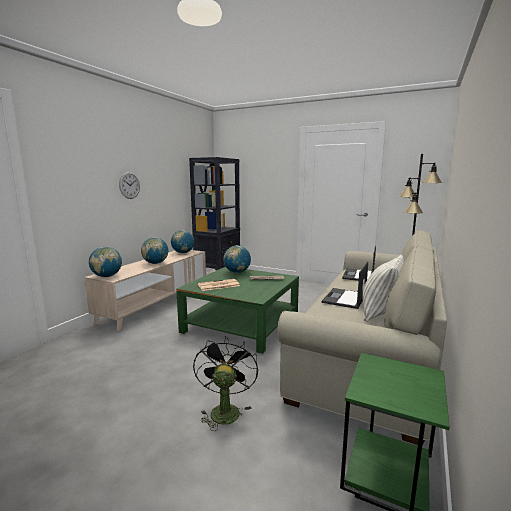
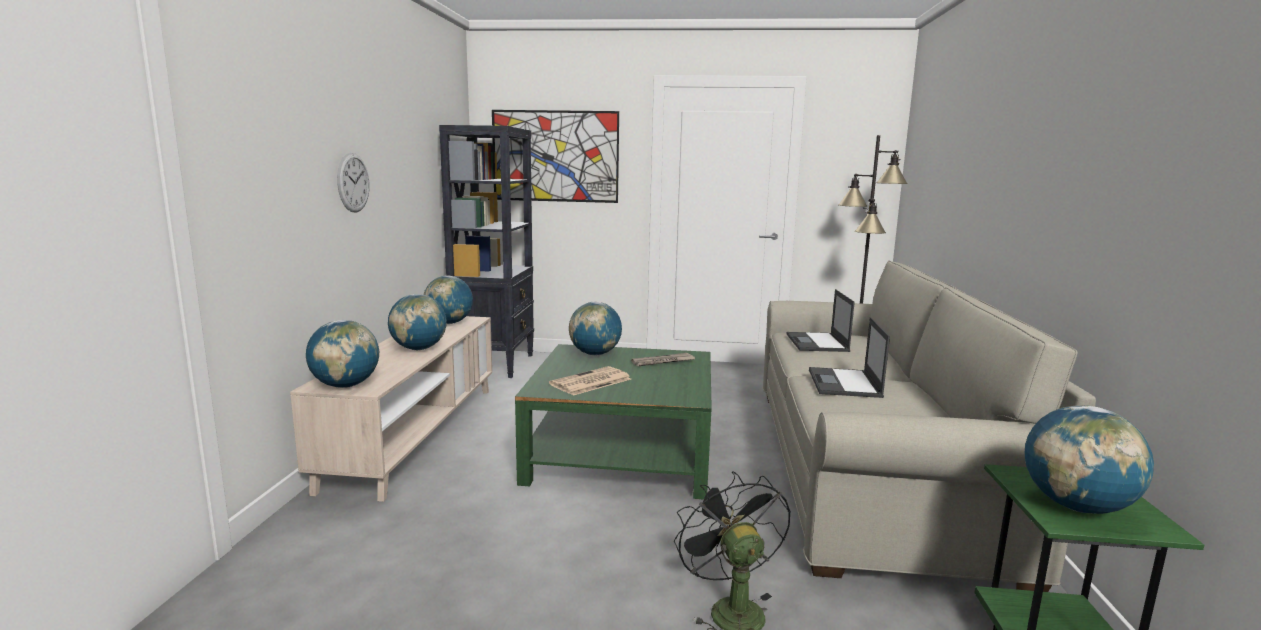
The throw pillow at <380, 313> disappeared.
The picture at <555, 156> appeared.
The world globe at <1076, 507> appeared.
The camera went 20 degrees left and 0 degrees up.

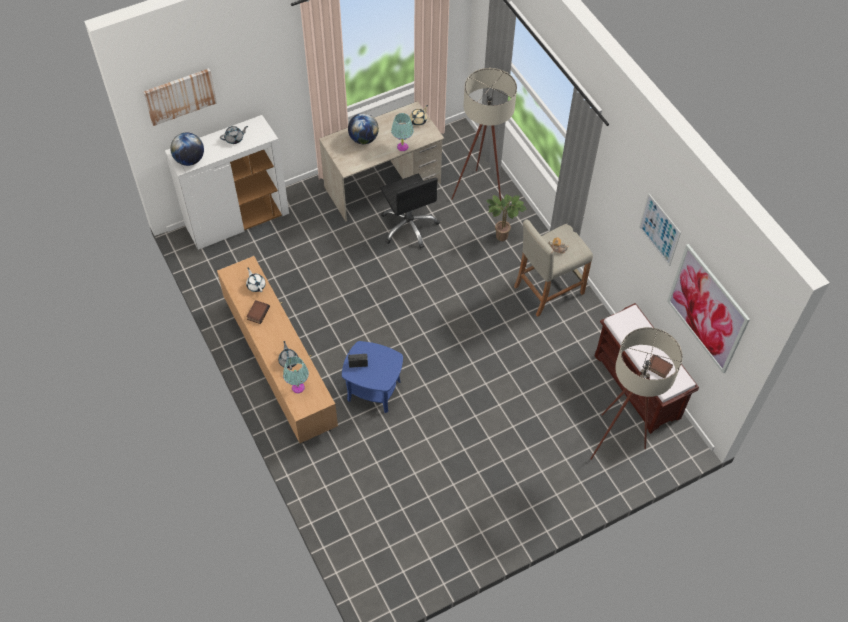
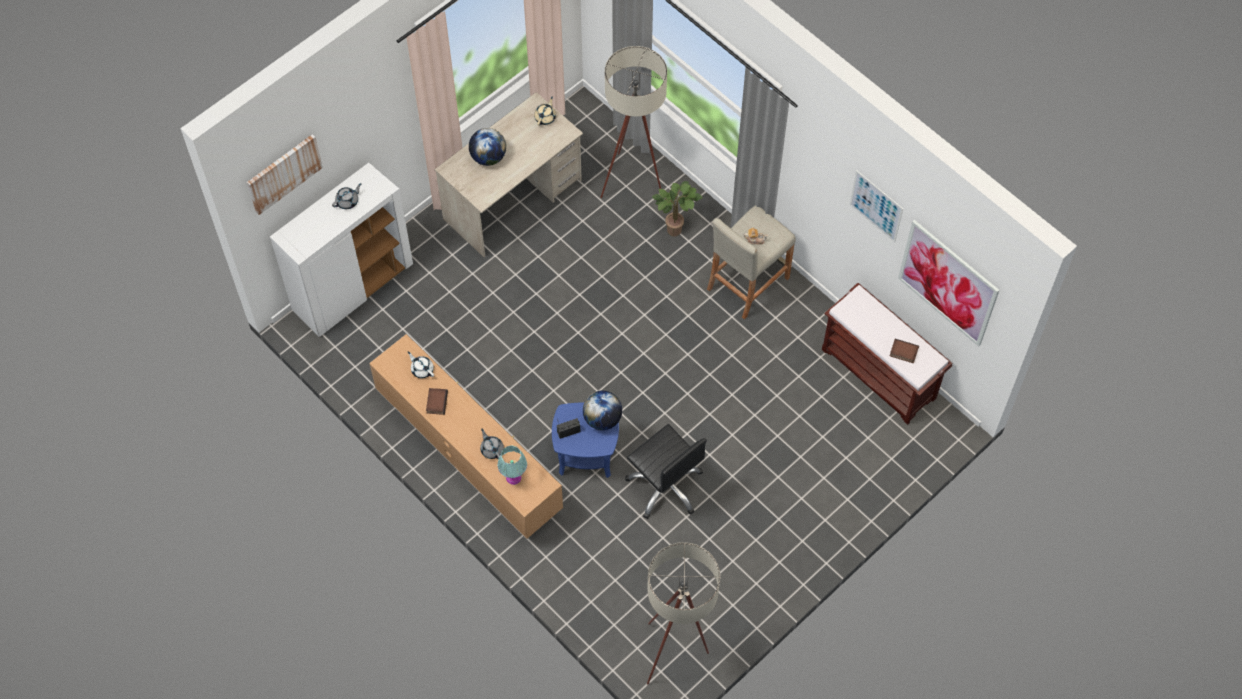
The table lamp (turquoise-coloured) at <402, 146> disappeared.
The world globe moved from <190, 160> to <602, 419>.
The computer chair (blackish) moved from <409, 226> to <665, 486>.
The floor lamp (sand-coloured) moved from <619, 443> to <676, 654>.
The camera went 15 degrees left and 5 degrees up.

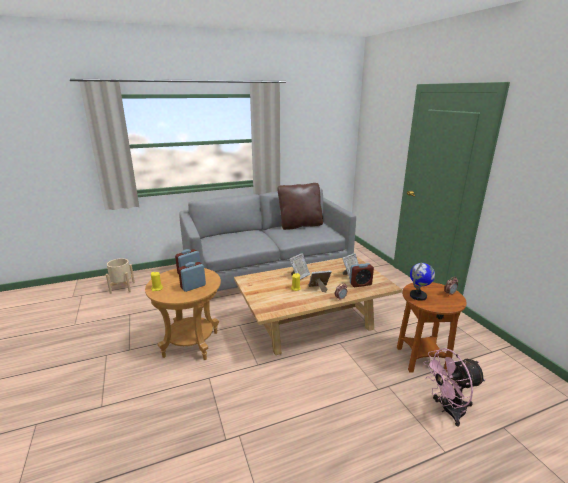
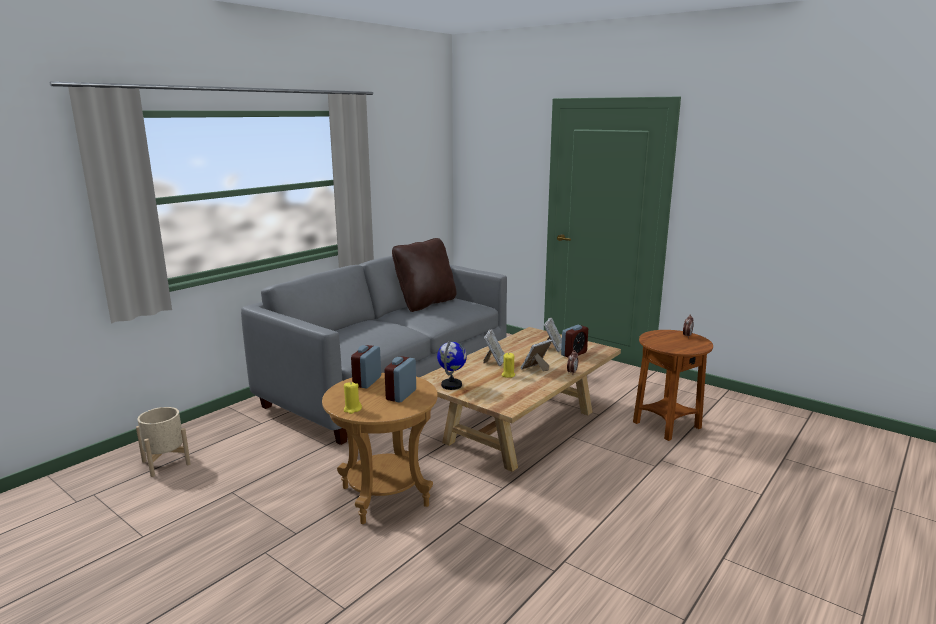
The cooling fan (pinkish) at <447, 410> disappeared.
The world globe moved from <418, 296> to <452, 385>.
The camera went 30 degrees left and 5 degrees down.

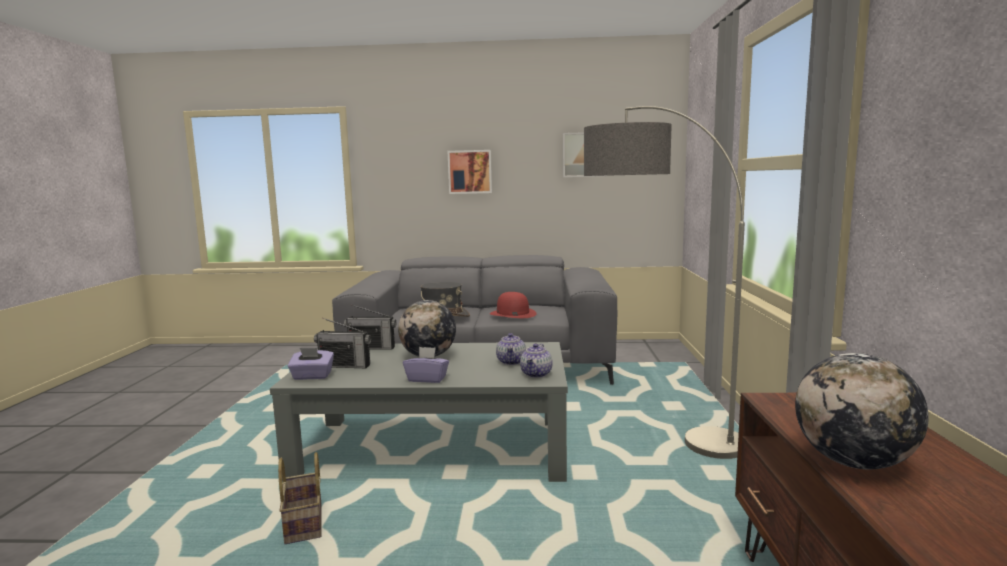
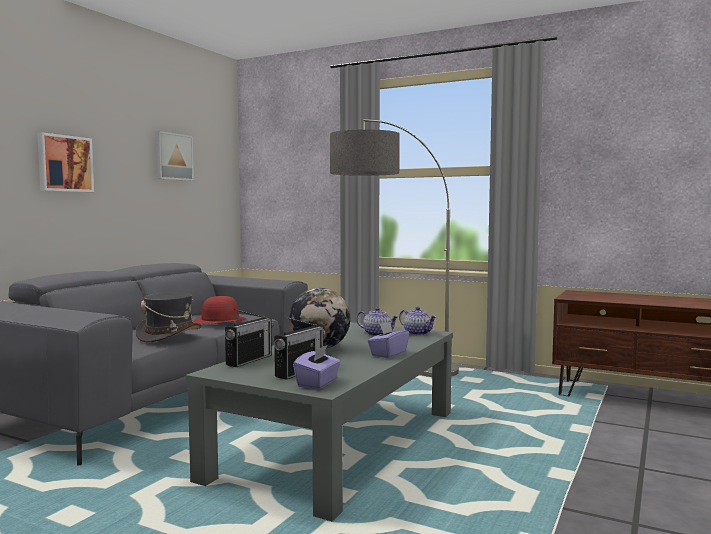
The storage basket at <305, 525> disappeared.
The world globe at <853, 462> disappeared.
The camera went 65 degrees left and 5 degrees down.

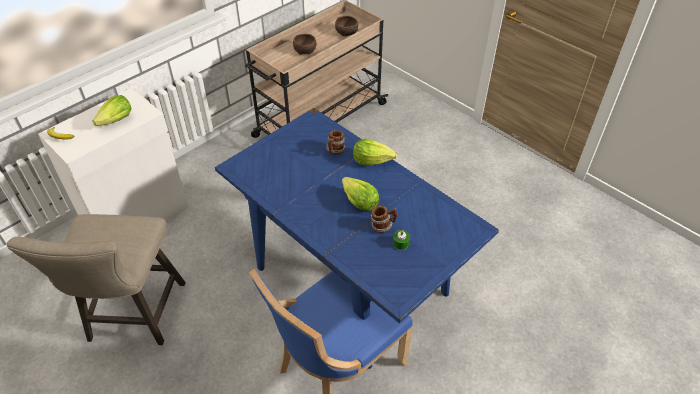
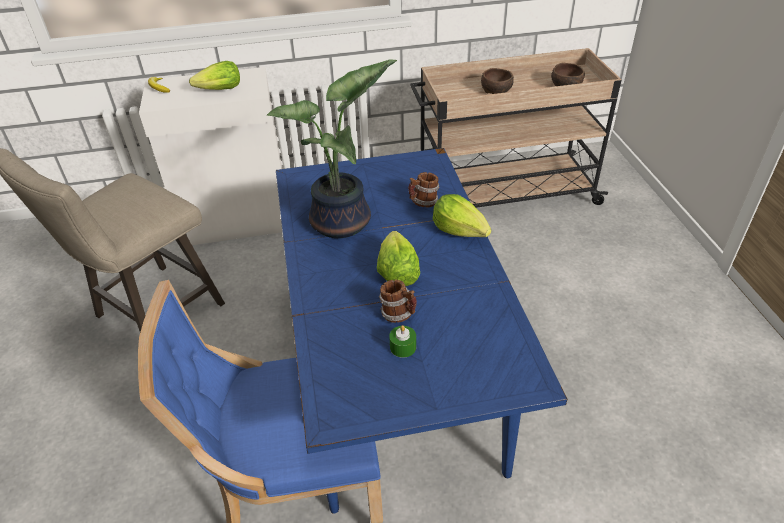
The plant in a pot at <344, 223> appeared.
The camera went 35 degrees right and 5 degrees down.

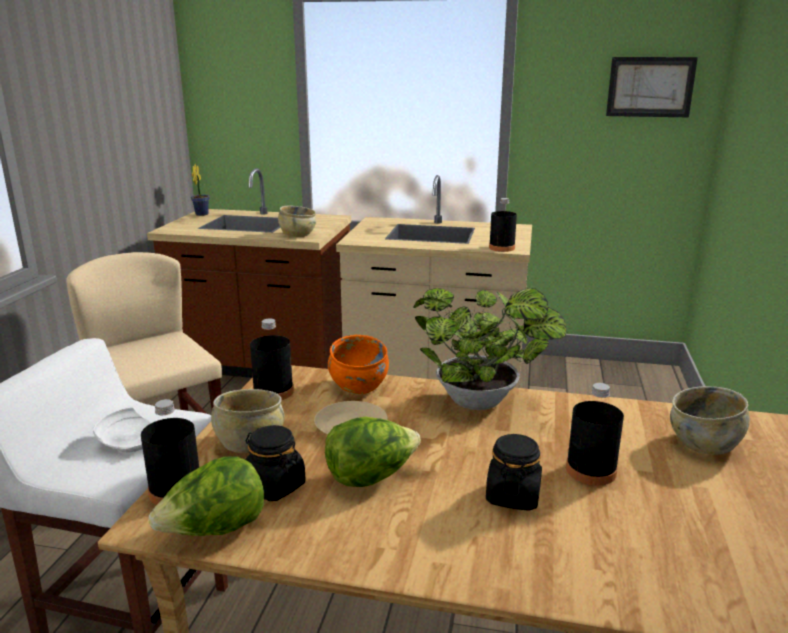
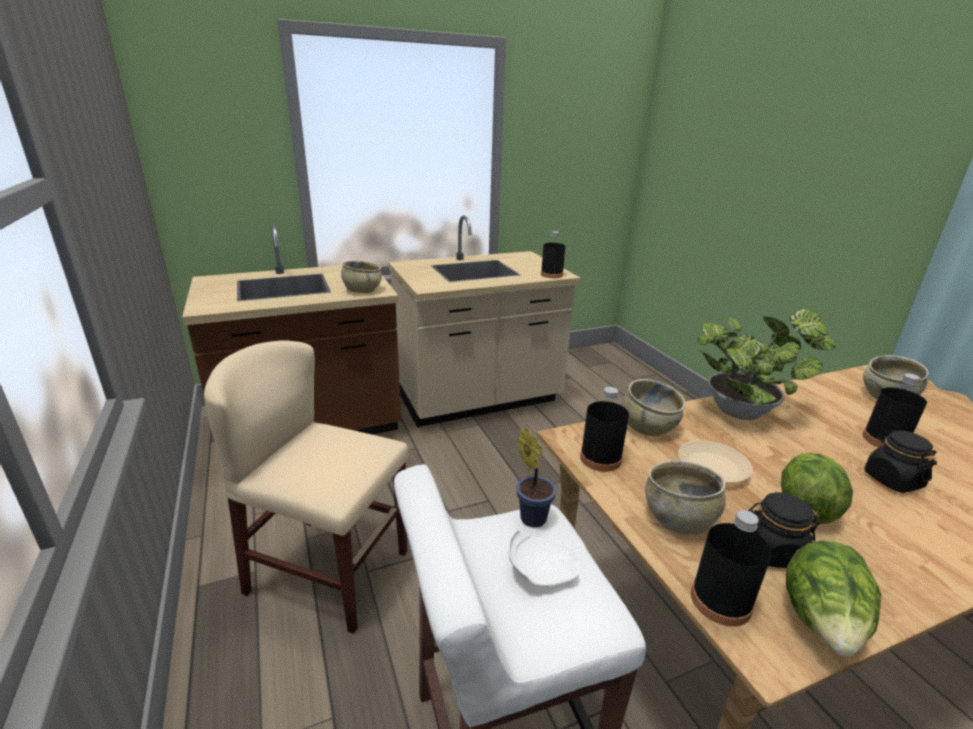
The picture at <650, 87> disappeared.
The plant in a pot moved from <202, 214> to <531, 516>.
The bowl (orangey) at <358, 386> became the bowl (sand-coloured) at <648, 427>.
The camera went 35 degrees left and 5 degrees up.

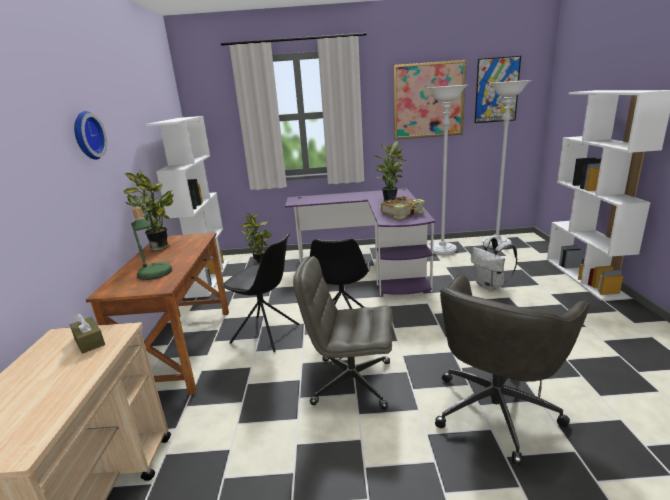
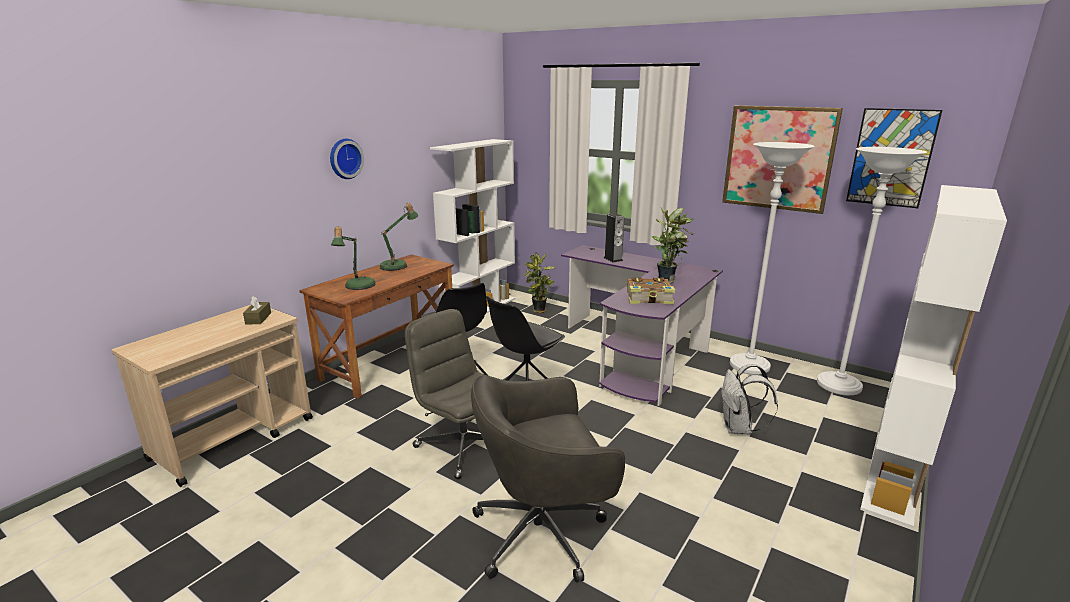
The speaker at <613, 259> appeared.
The plant in a pot at <162, 247> was replaced by the table lamp at <397, 265>.
The camera went 35 degrees right and 0 degrees up.

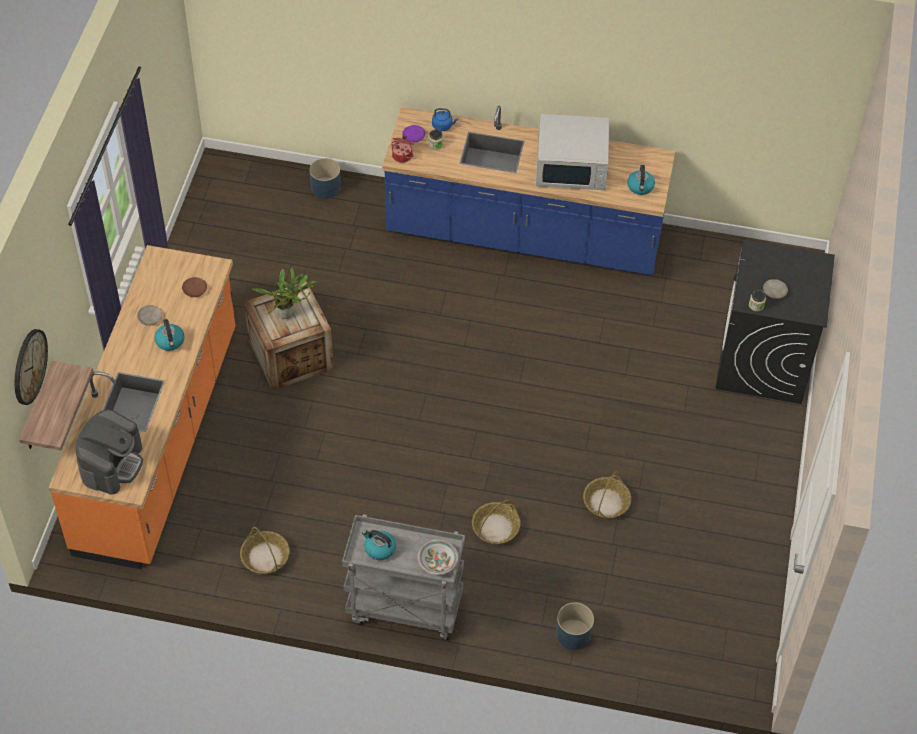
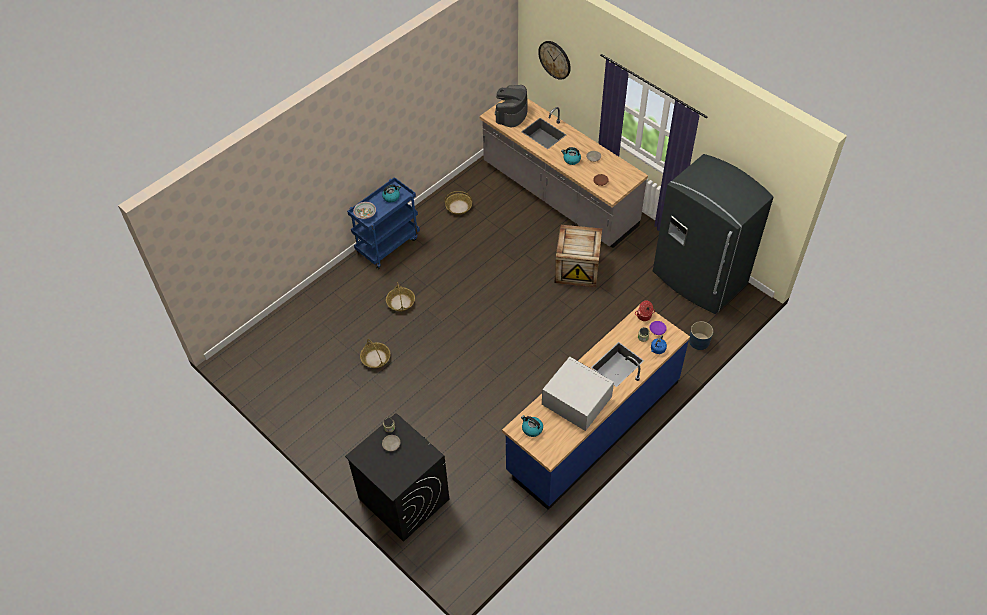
The shelf at <38, 409> disappeared.
The plant in a pot at <288, 314> disappeared.
The plant pot (blue-coloured) at <573, 634> disappeared.
The kitchen fridge (grey) at <698, 279> appeared.
The kitchen counter (orangey) at <159, 441> became the kitchen counter (grey) at <559, 195>.
The wheeled cart (grey) at <403, 608> became the wheeled cart (blue-coloured) at <388, 244>.
The coffee maker at <112, 463> turned 60 degrees clockwise.
The kitchen microwave (white-coloured) at <572, 166> turned 90 degrees clockwise.
The camera went 125 degrees right and 0 degrees up.

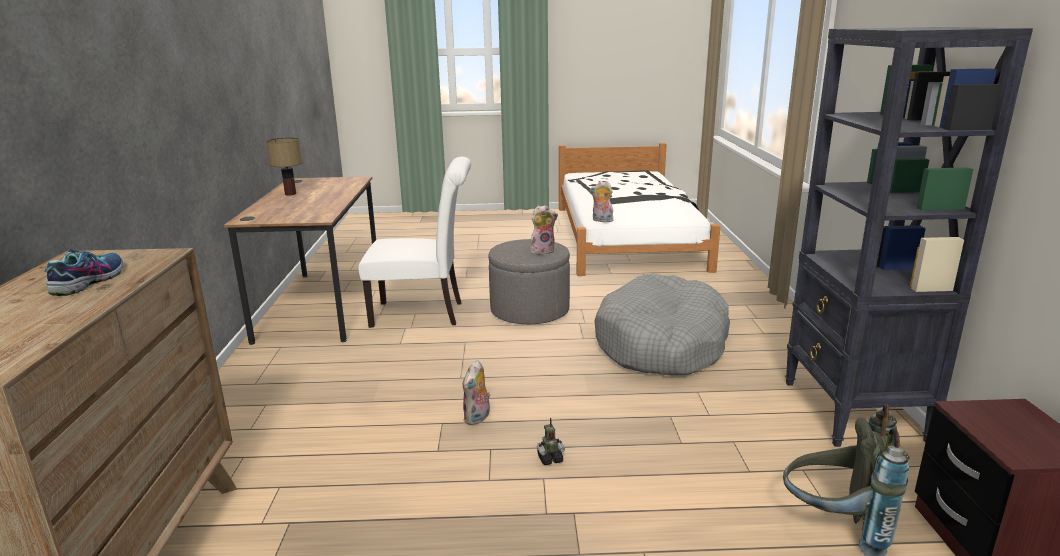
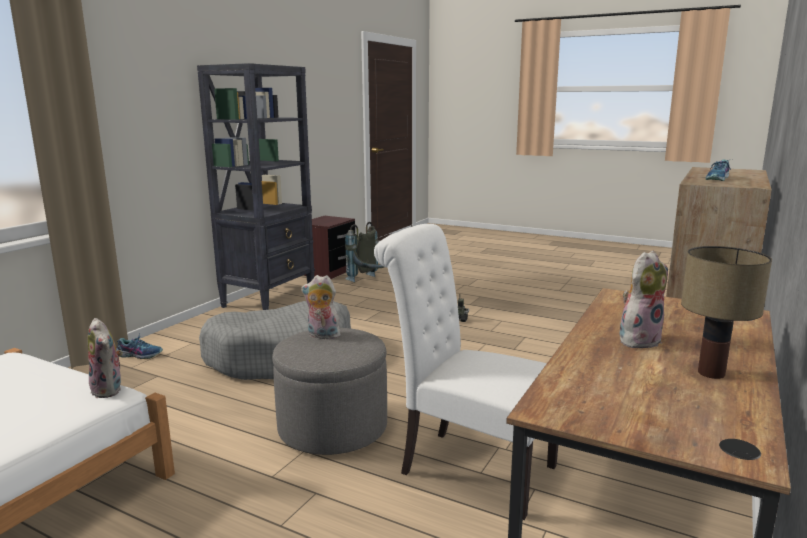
The item of footwear at <140, 355> appeared.
The soft toy moved from <478, 418> to <638, 339>.
The camera went 150 degrees left and 5 degrees down.

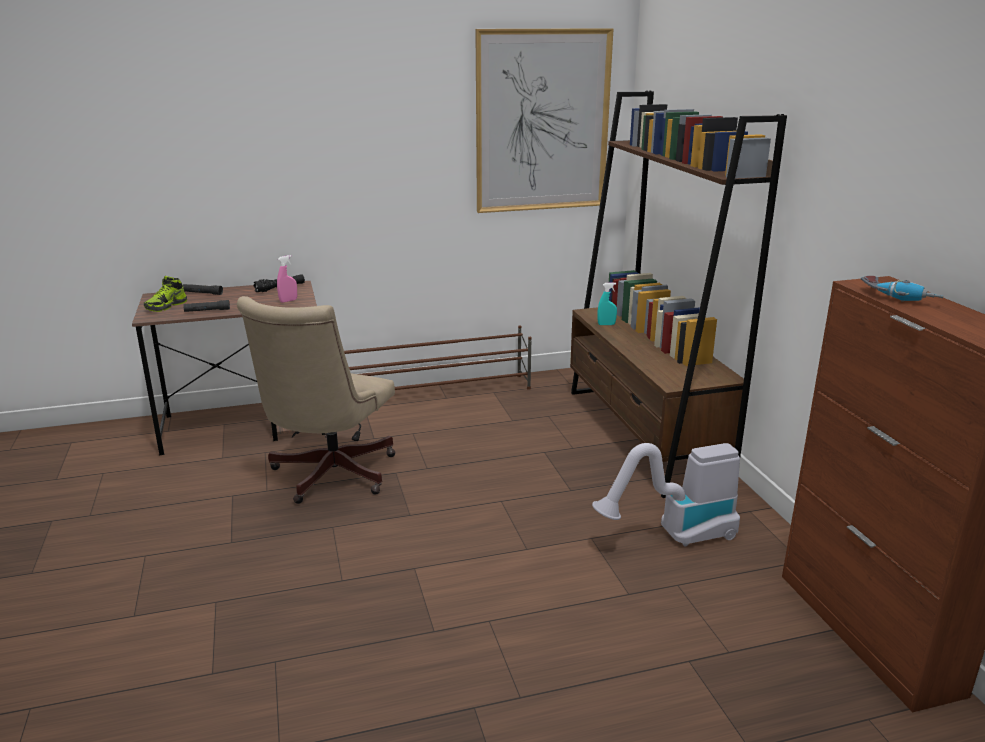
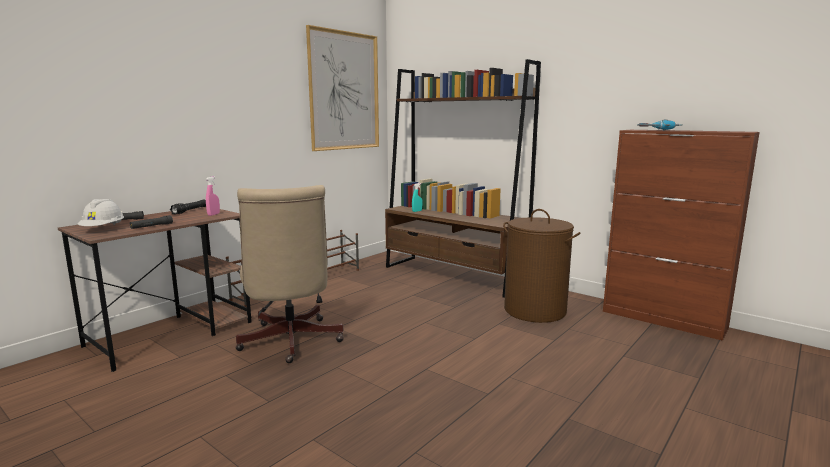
The item of footwear at <166, 306> was replaced by the work helmet (white-coloured) at <103, 229>.
The hoover at <674, 536> was replaced by the laundry basket (brown-coloured) at <535, 310>.
The camera went 35 degrees left and 10 degrees down.

